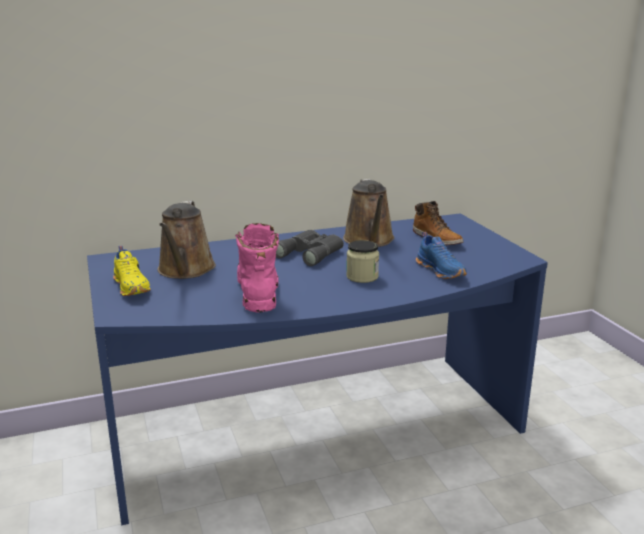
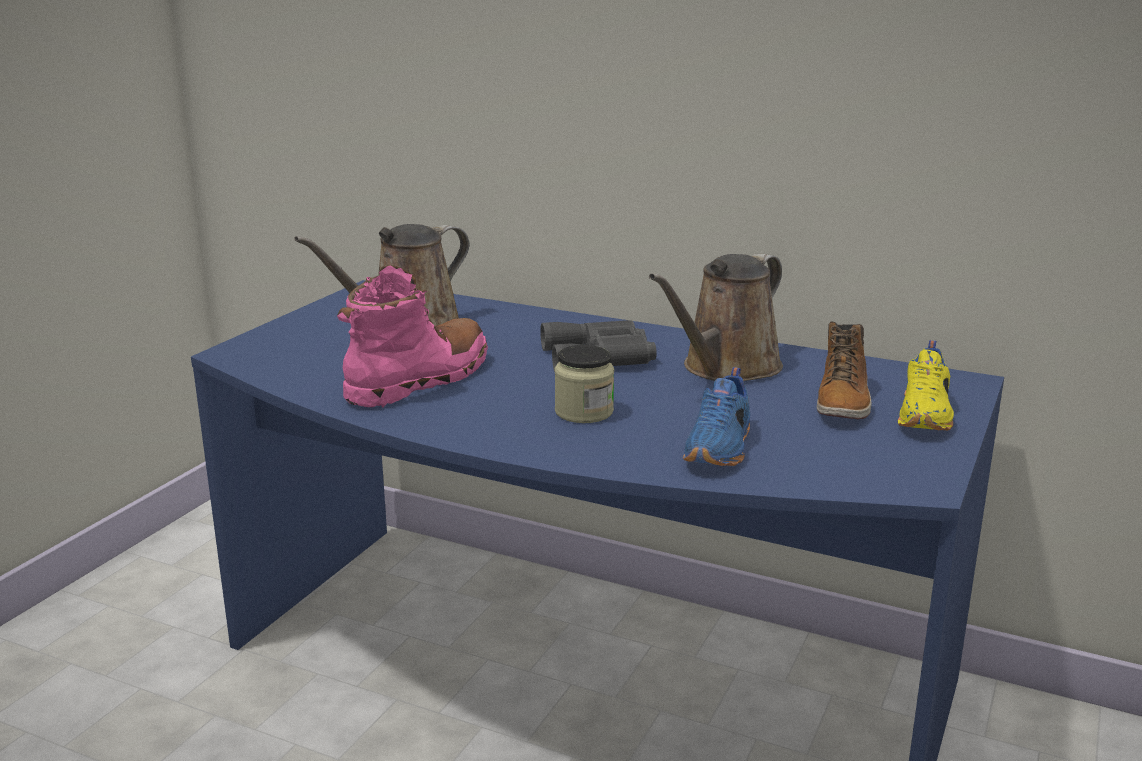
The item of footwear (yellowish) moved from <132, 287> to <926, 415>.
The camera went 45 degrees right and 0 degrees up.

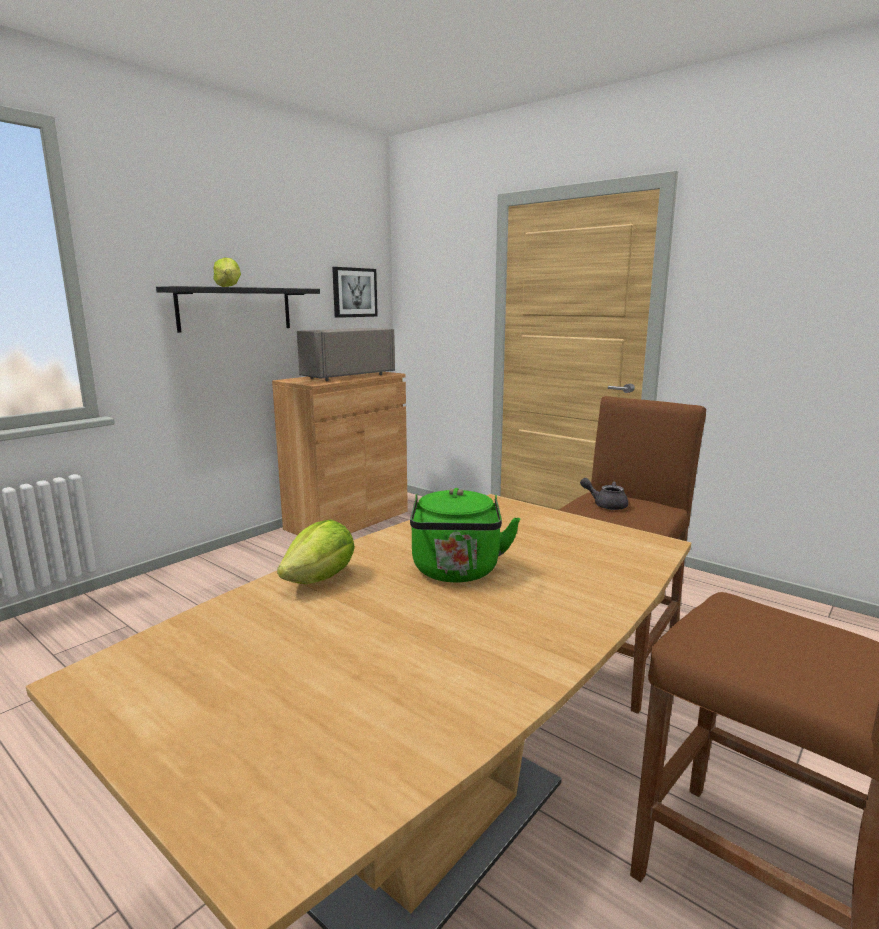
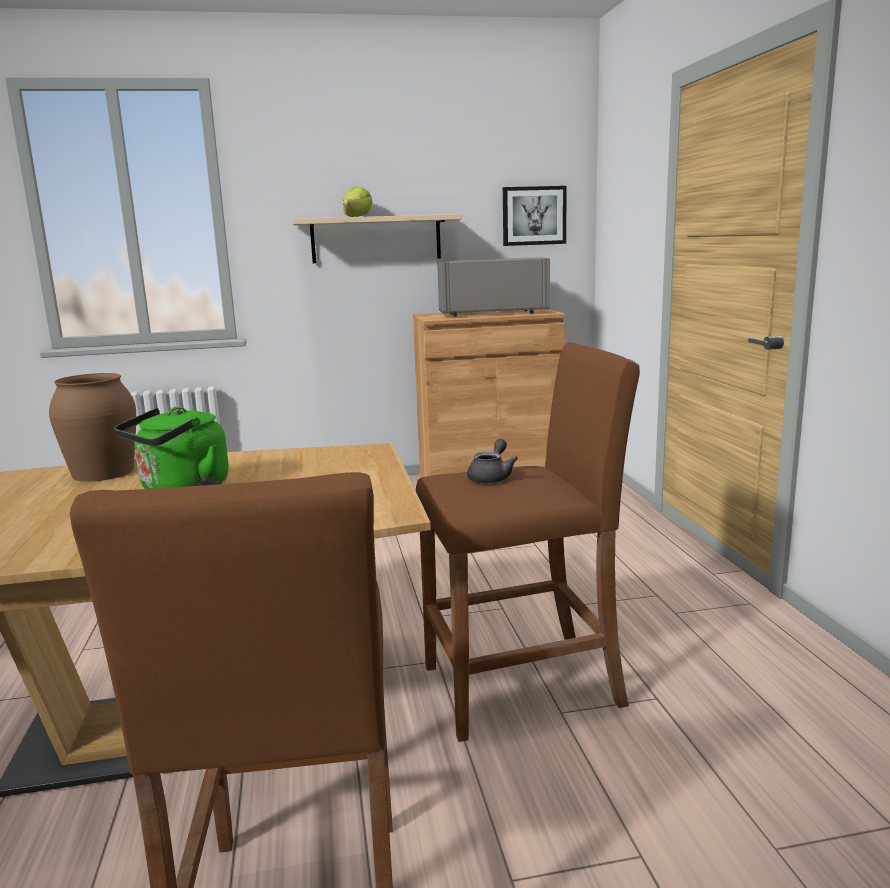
The lettuce at <321, 579> was replaced by the vase (brown-coloured) at <103, 472>.
The shelf (blackish) at <235, 309> became the shelf (sand-coloured) at <376, 239>.
The tea pot (grey) at <605, 505> turned 45 degrees clockwise.
The camera went 40 degrees right and 0 degrees up.

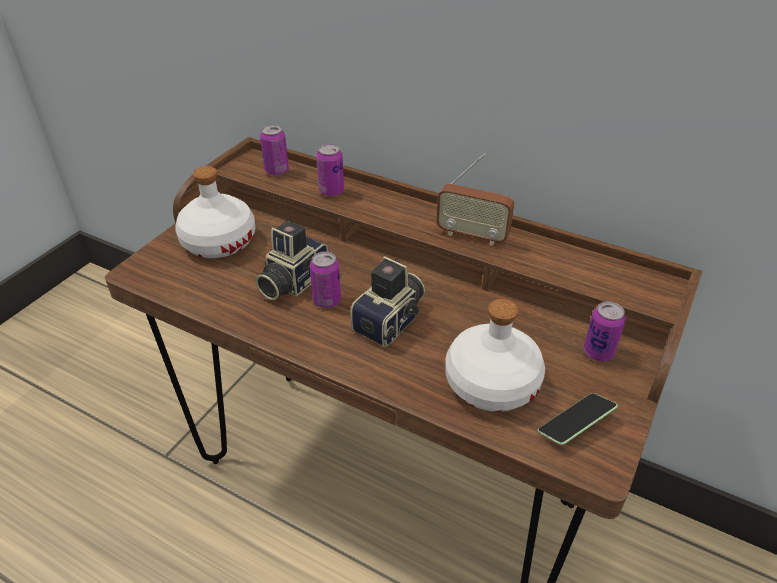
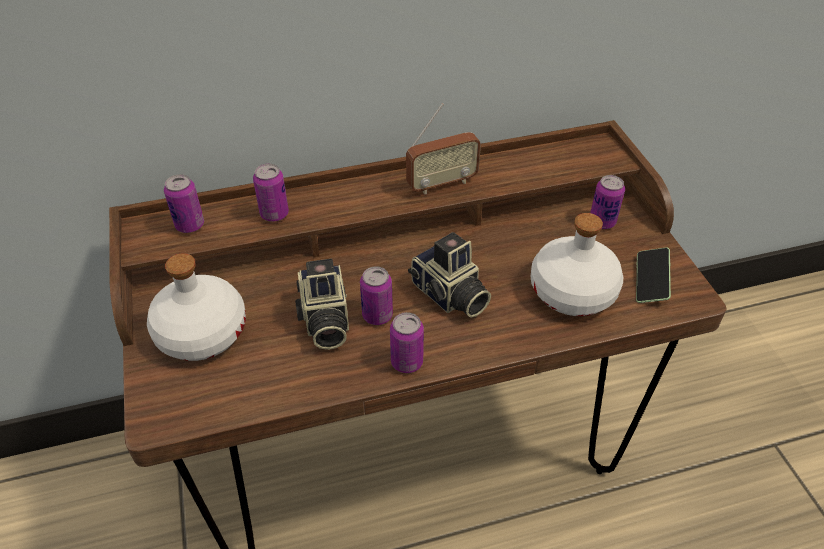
The can at <407, 362> appeared.
The photo camera at <392, 321> turned 150 degrees clockwise.
The camera went 45 degrees left and 5 degrees up.

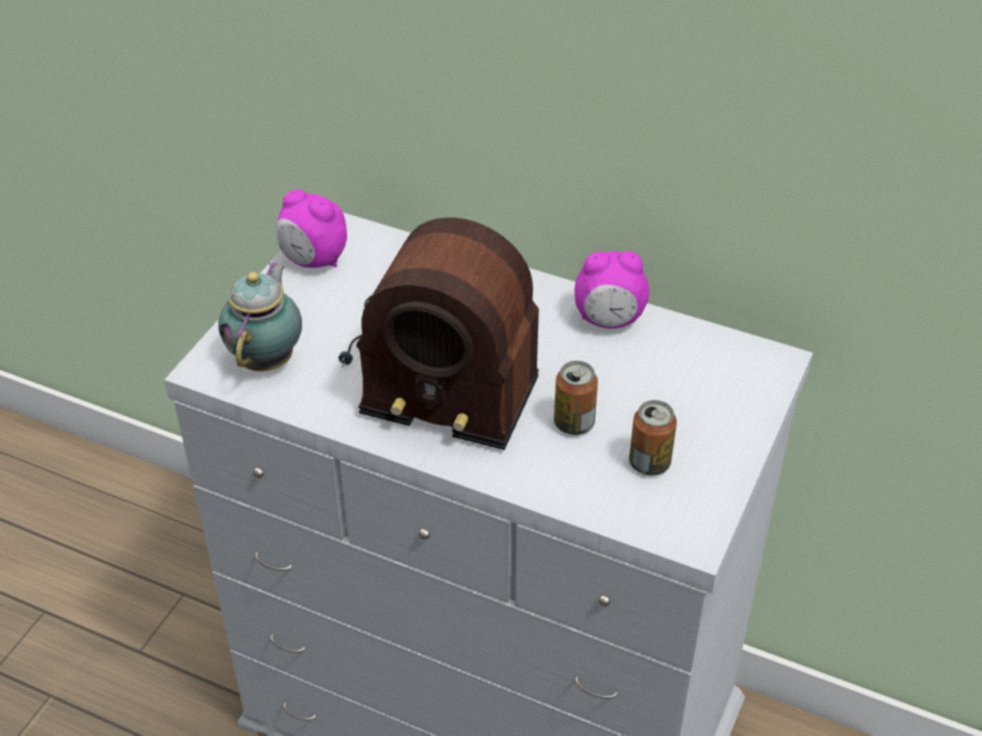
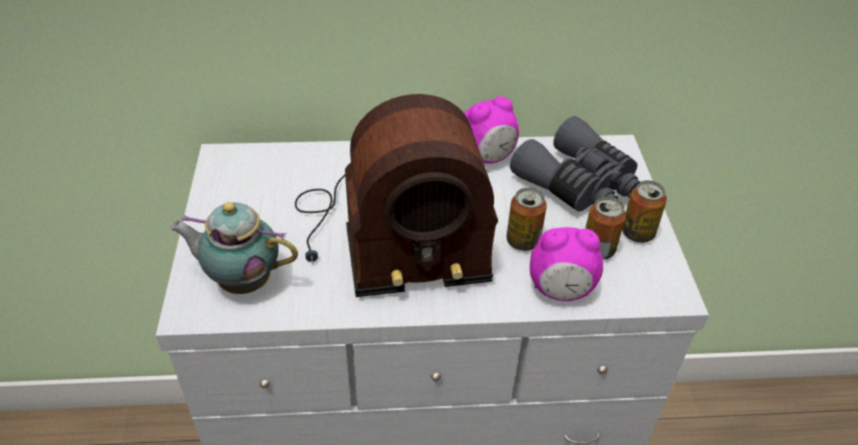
The field glasses (grey) at <578, 183> appeared.
The can at <637, 233> appeared.
The bedside clock moved from <313, 261> to <560, 290>.
The tea pot at <268, 358> turned 60 degrees counterclockwise.
The camera went 30 degrees left and 0 degrees up.

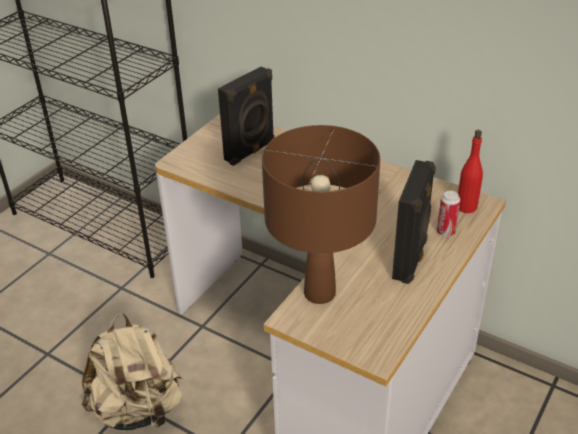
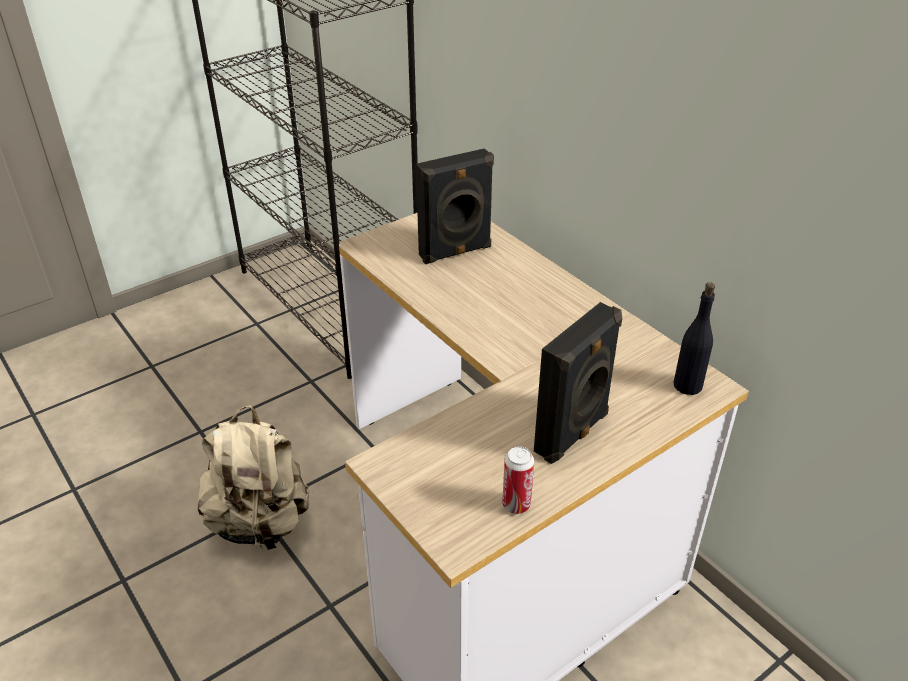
The table lamp (brown-coloured) at <320, 293> disappeared.
The can moved from <445, 232> to <516, 505>.
The beverage bottle (red-coloured) at <466, 206> became the beverage bottle (blackish) at <687, 385>.
The camera went 20 degrees right and 0 degrees up.

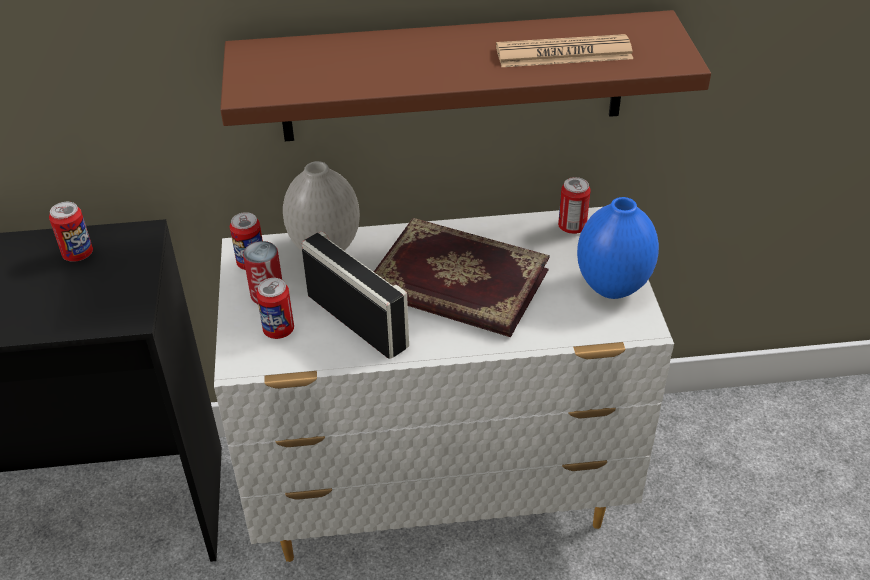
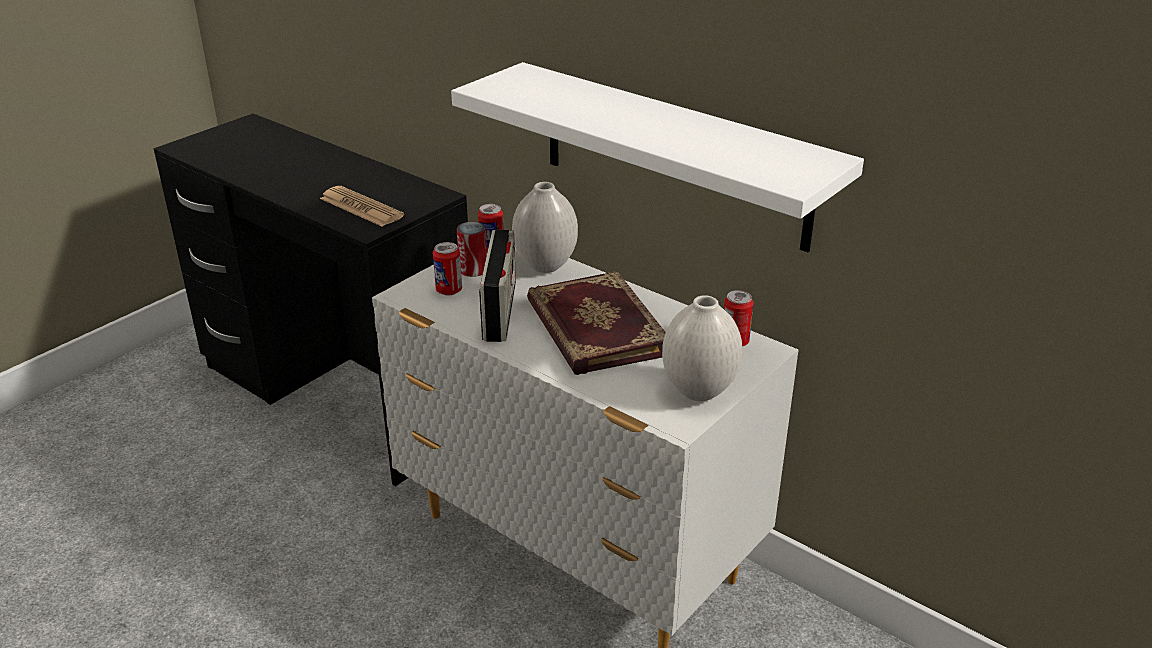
The can at <78, 254> disappeared.
The daily paper moved from <563, 53> to <361, 207>.
The shelf (brown-coloured) at <453, 77> became the shelf (white-coloured) at <673, 155>.
The vase (blue-coloured) at <611, 287> became the vase (white-coloured) at <699, 391>.
The camera went 45 degrees right and 10 degrees down.

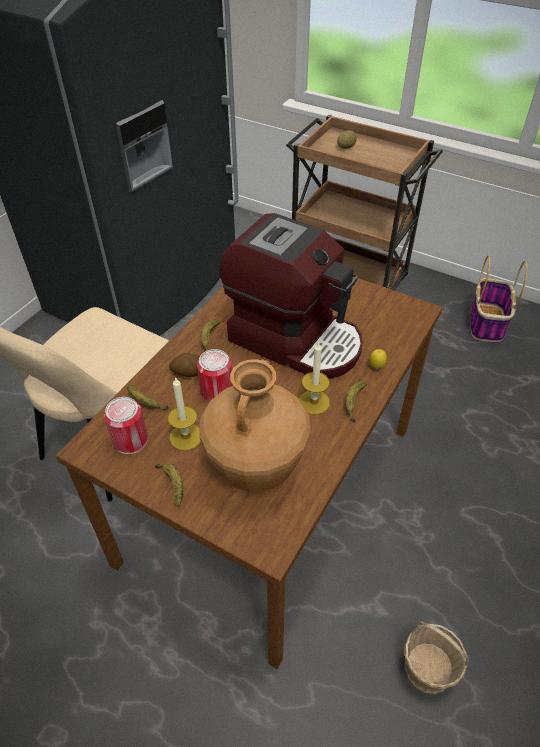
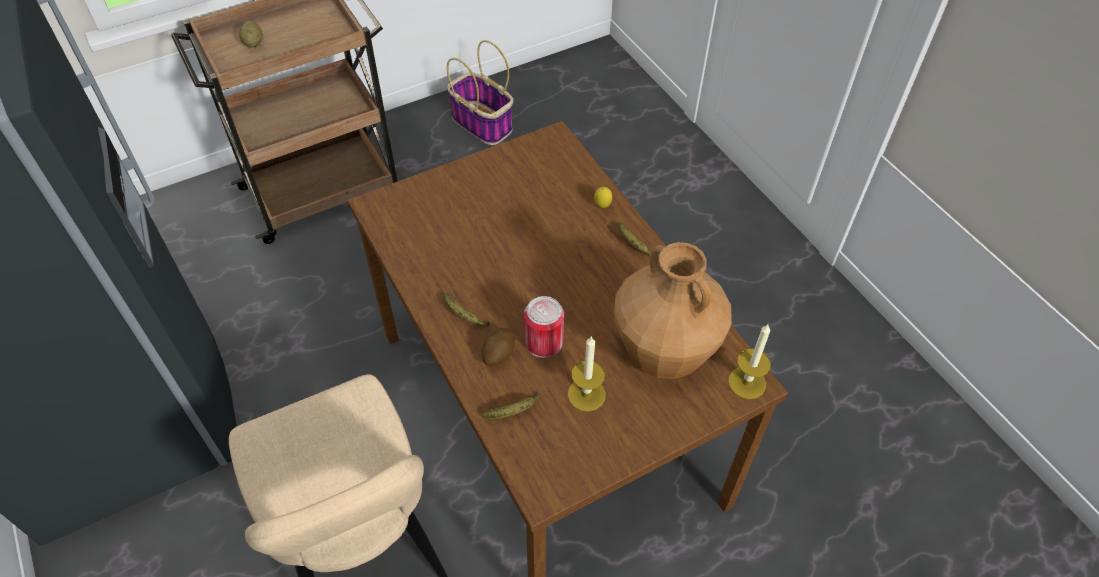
The can at <130, 440> disappeared.
The banana at <172, 484> disappeared.
The coffee maker at <296, 339> disappeared.
The storage basket at <428, 668> disappeared.
The candle moved from <314, 402> to <747, 382>.
The camera went 60 degrees left and 5 degrees up.

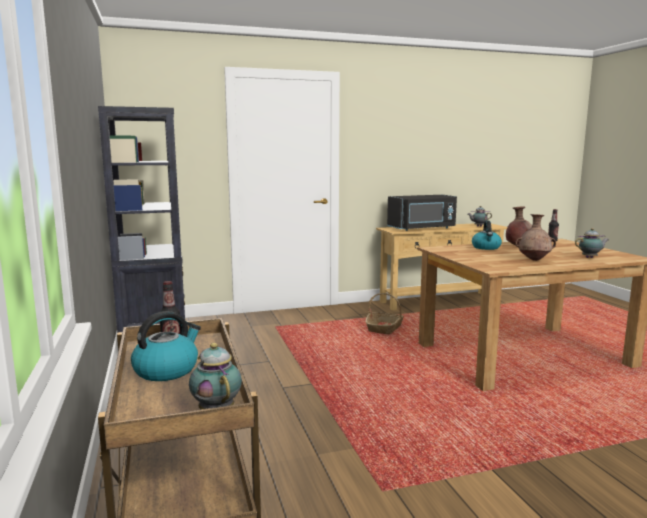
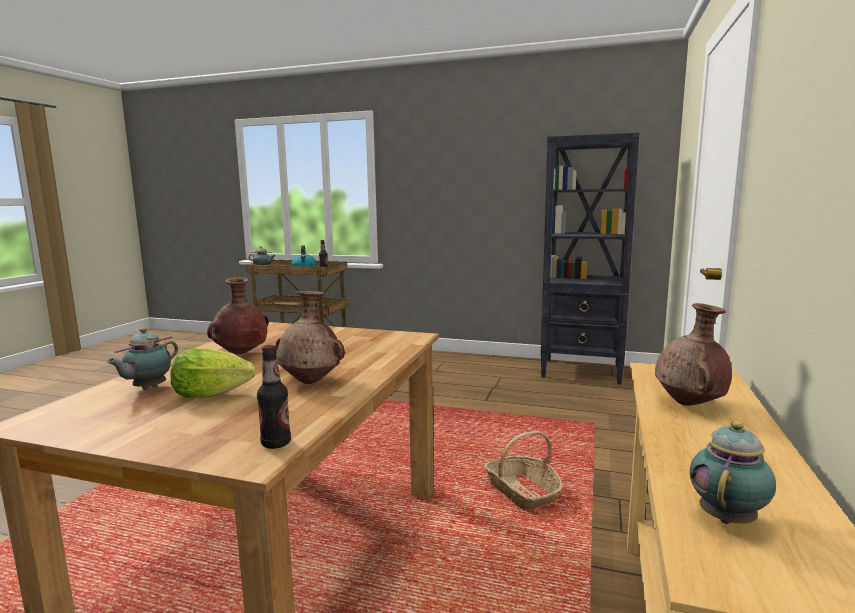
The kettle at <486, 247> disappeared.
The lettuce at <211, 394> appeared.
The kitchen microwave (blackish) at <423, 228> was replaced by the vase (brown-coloured) at <690, 404>.
The camera went 125 degrees right and 0 degrees up.

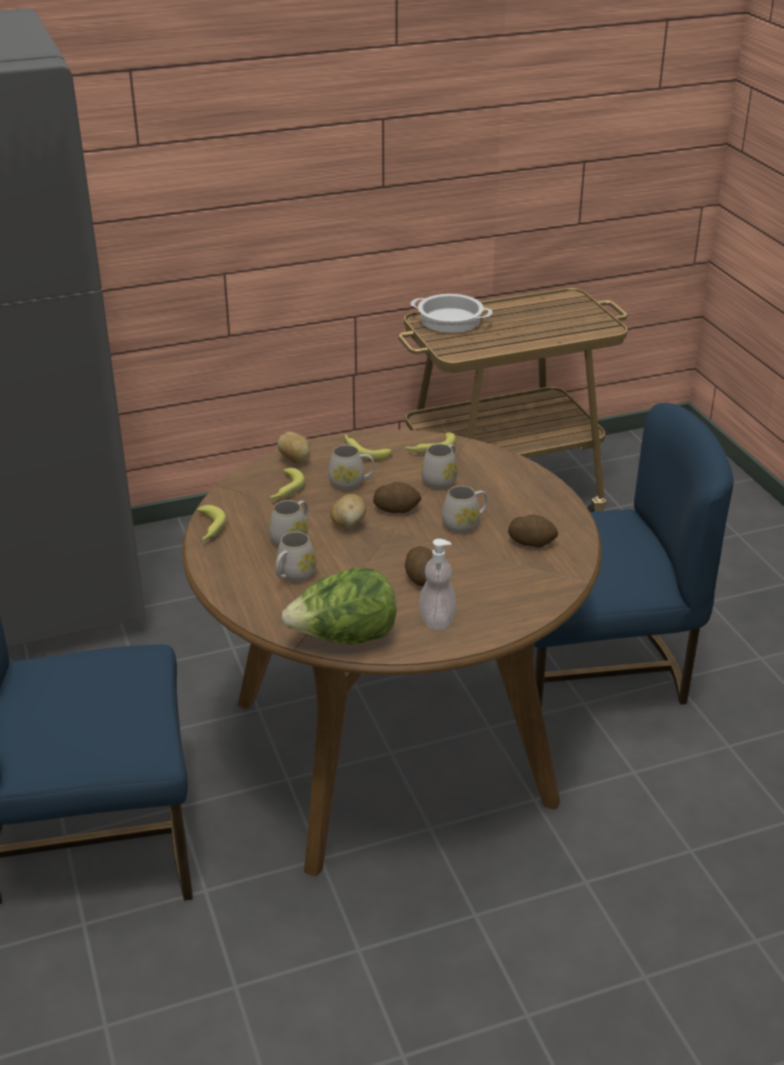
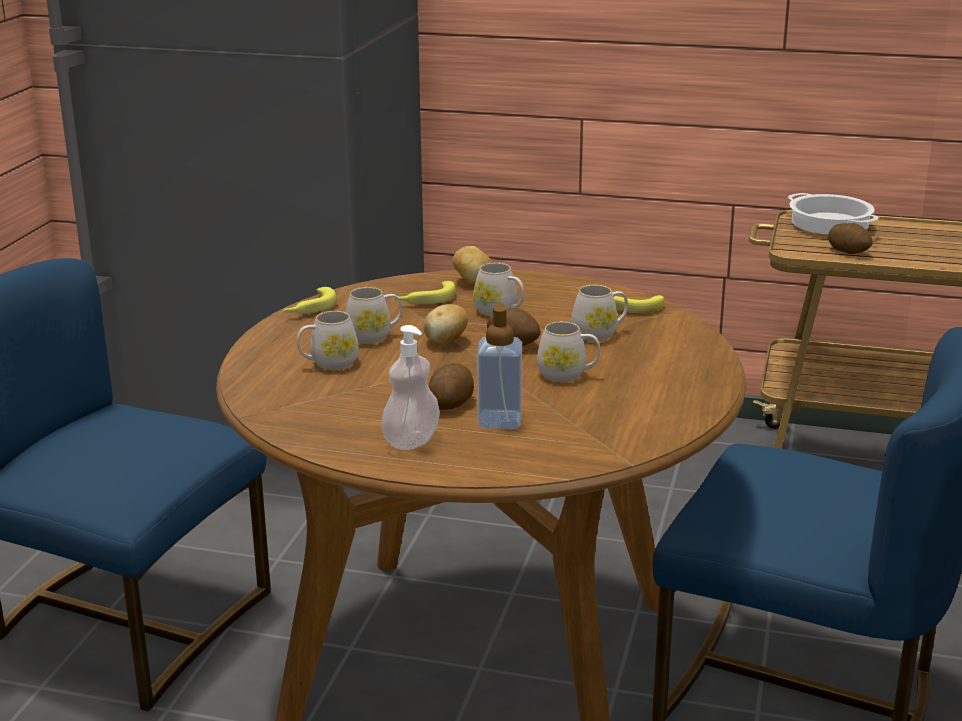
The lettuce at <344, 639> disappeared.
The banana at <363, 451> disappeared.
The liquid soap bottle at <499, 420> appeared.
The spud moved from <532, 542> to <849, 251>.
The camera went 35 degrees right and 10 degrees down.

